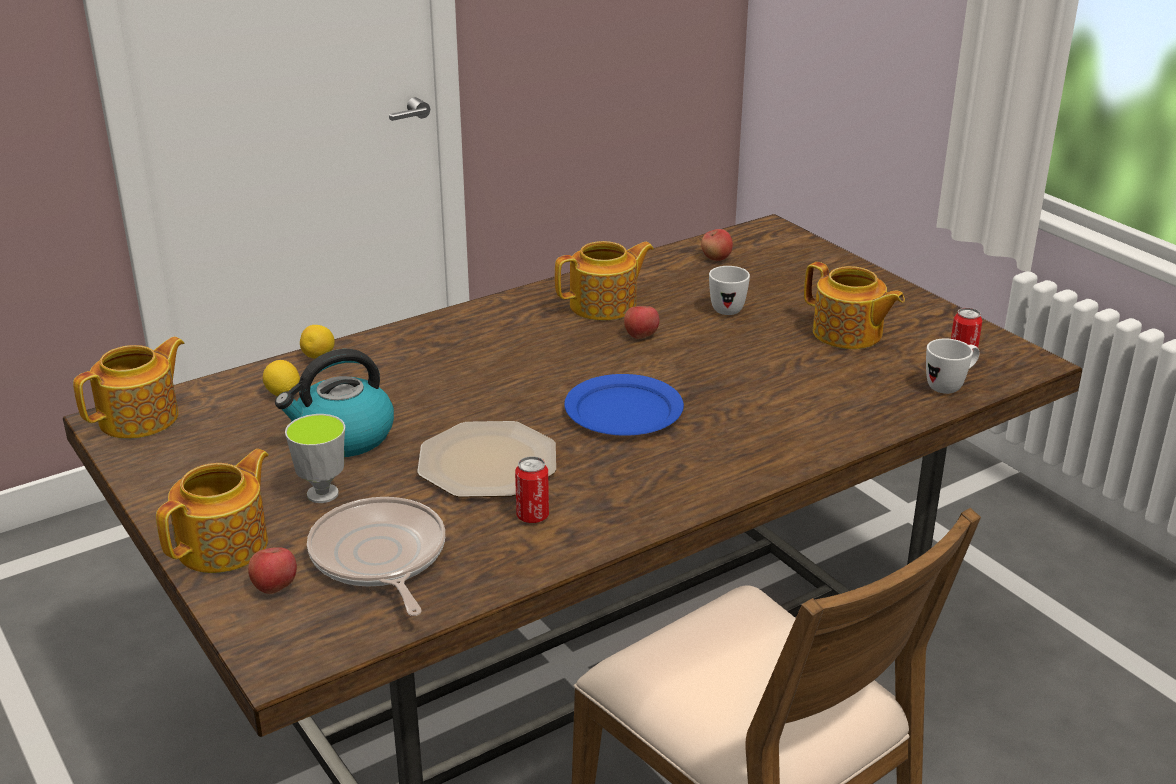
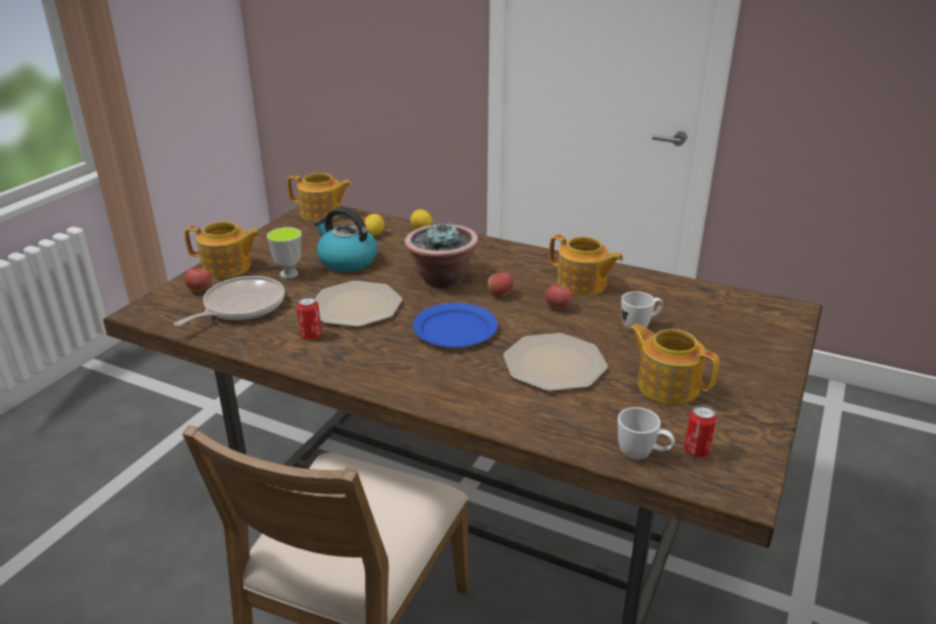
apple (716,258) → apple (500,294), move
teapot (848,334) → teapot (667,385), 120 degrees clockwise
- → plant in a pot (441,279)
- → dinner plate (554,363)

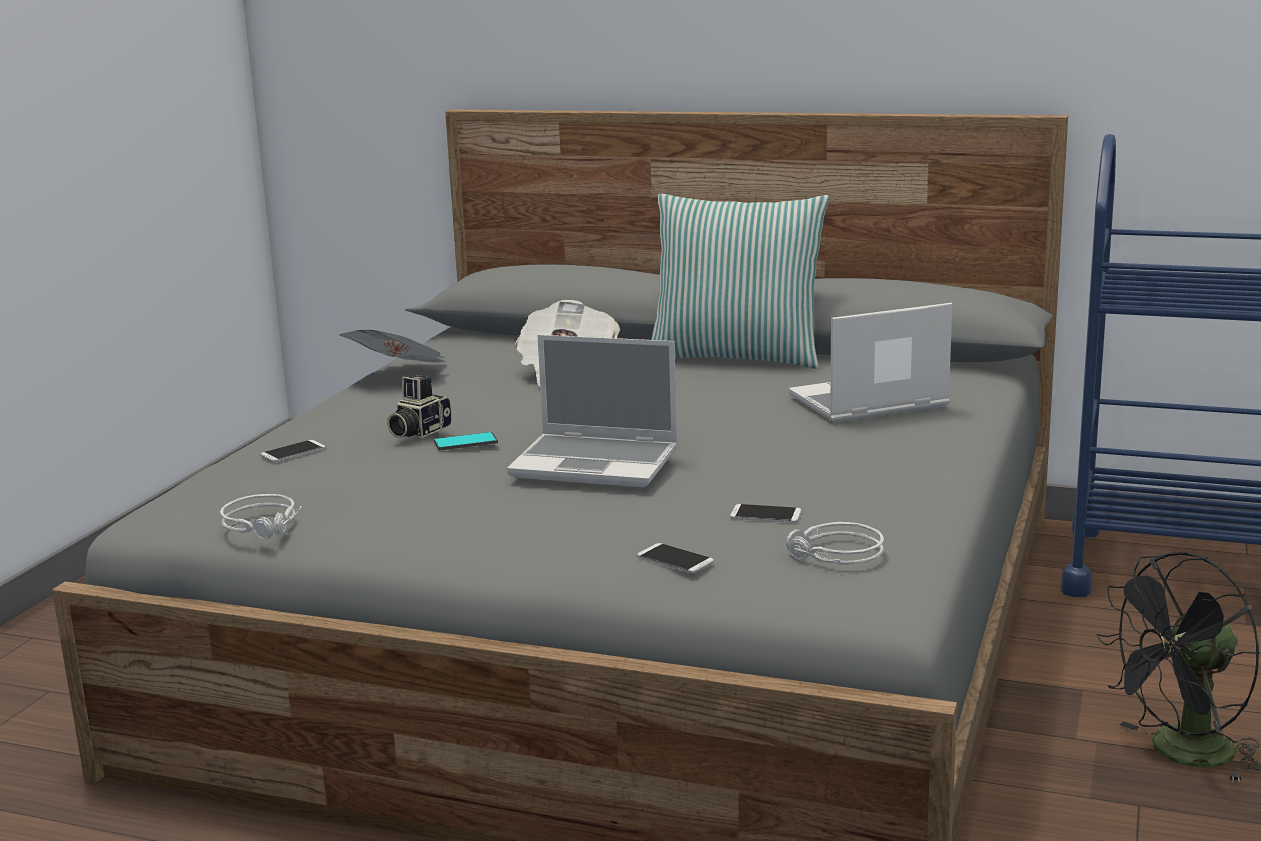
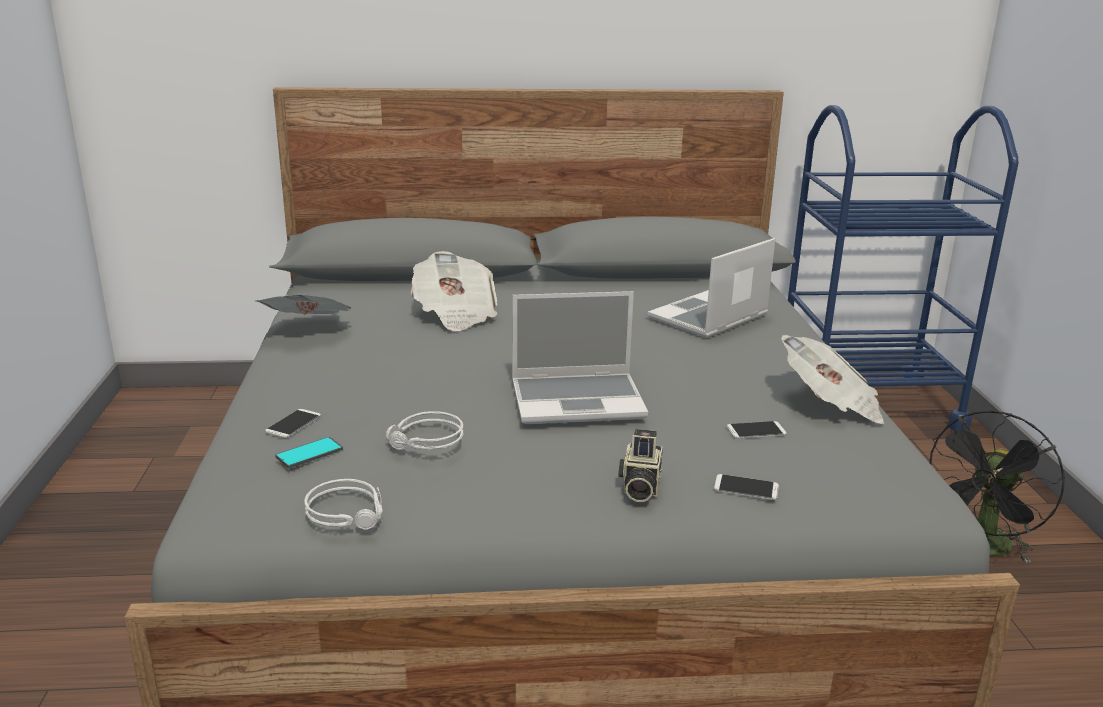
pillow (737,357) → -
still camera (418,432) → still camera (639,487), move
phone (465,442) → phone (309,453), move
grey headphones (835,555) → grey headphones (425,440), move
- → daily paper (831,405)

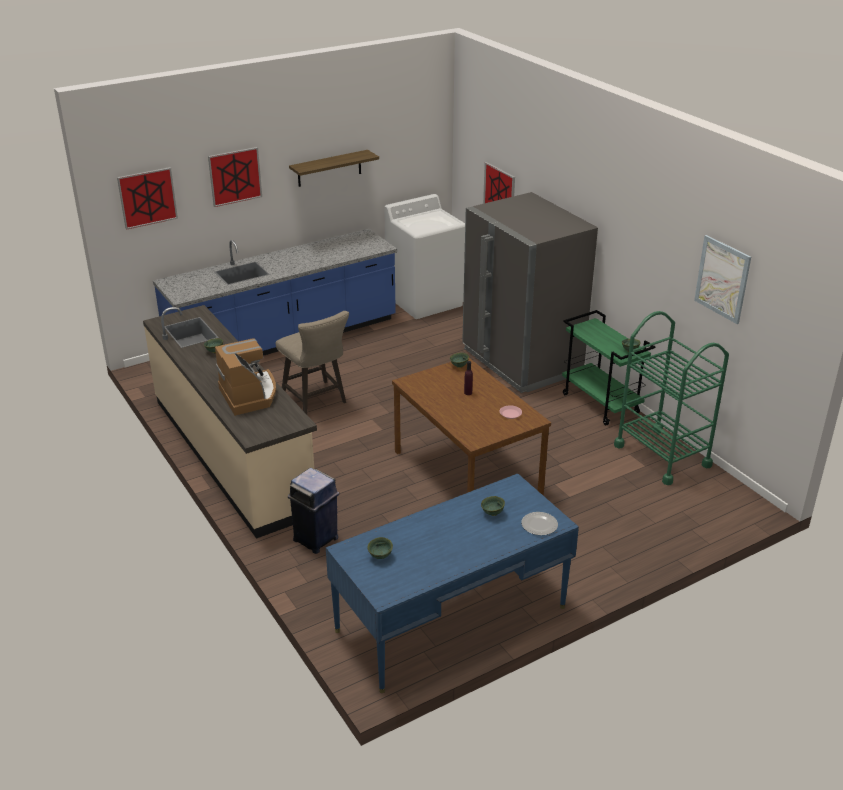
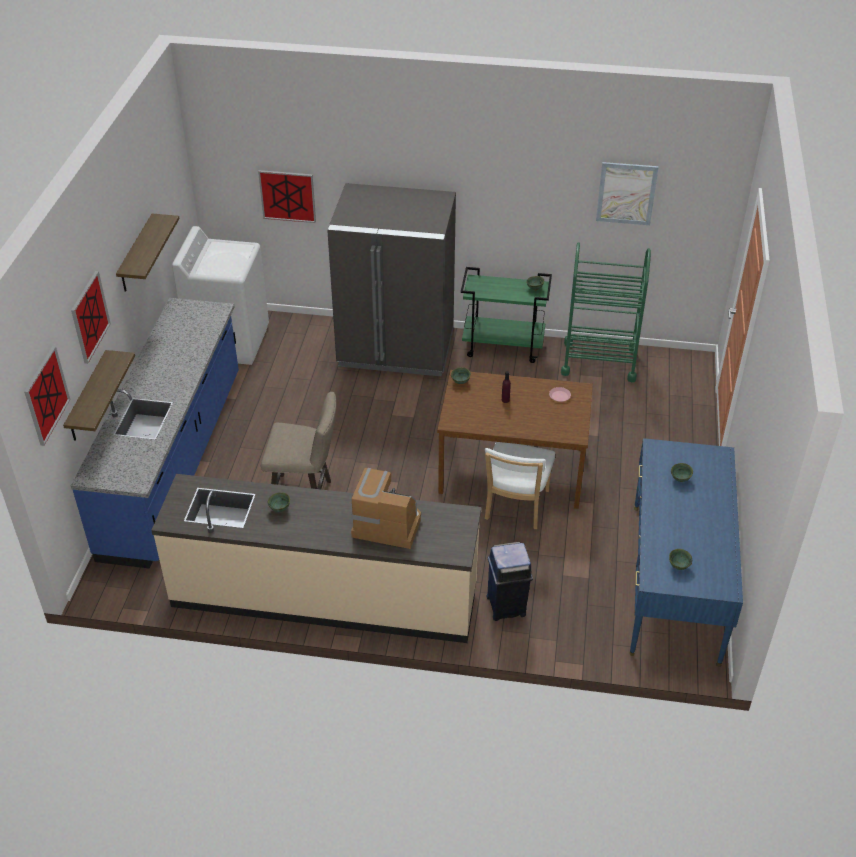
dinner plate (539,525) → -
- → shelf (88,397)
- → whitish upright chair (515,507)

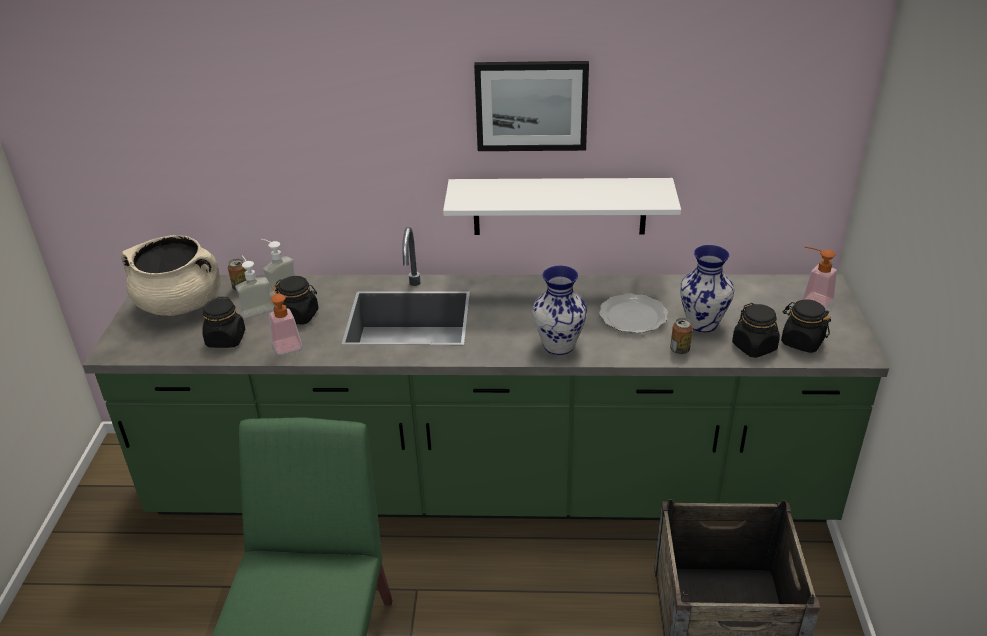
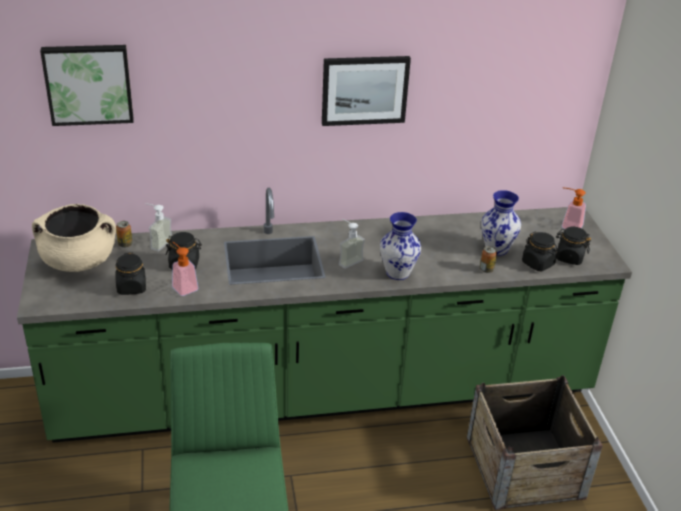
whitish shelf (559,206) → -
soap dispenser (255,307) → soap dispenser (347,260), move
dinner plate (632,317) → -
- → wall picture (88,83)

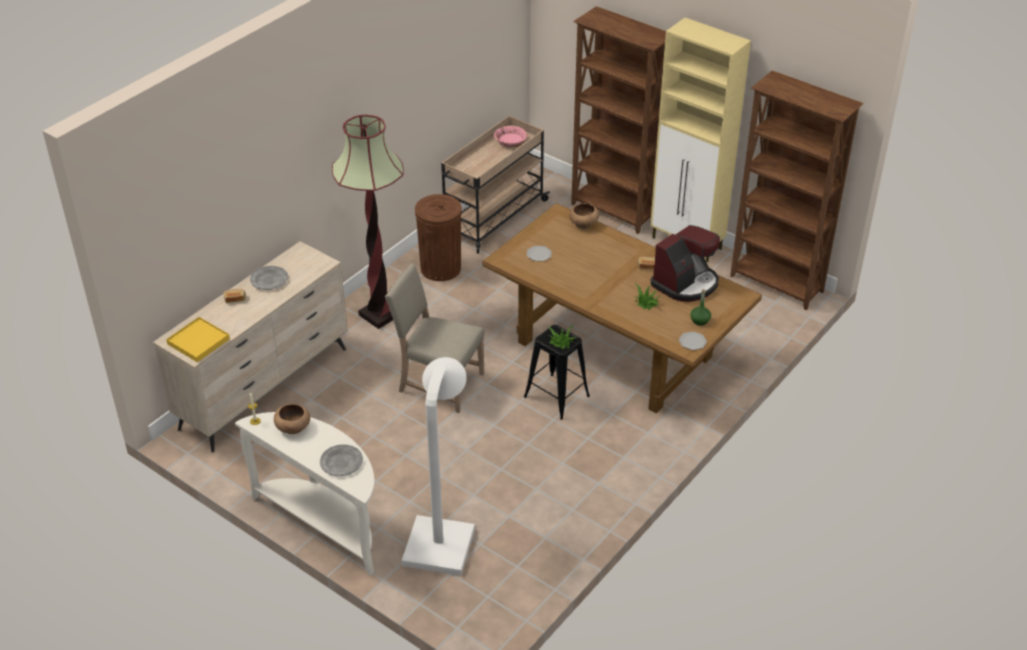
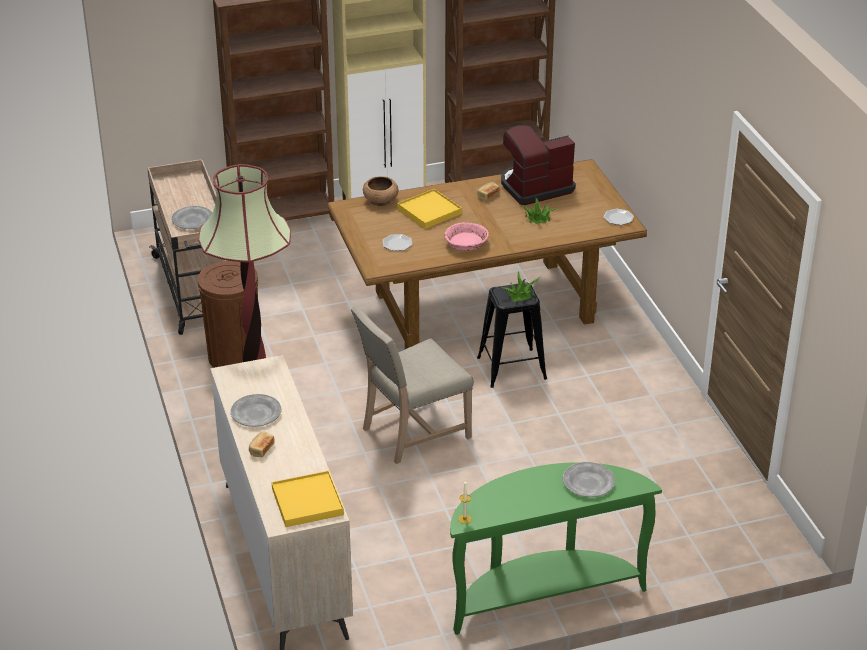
pink-coloured bowl (510,142) → pink-coloured bowl (466,244), move
coffee maker (686,283) → coffee maker (535,187), 105 degrees counterclockwise
green-coloured drink bottle (700,320) → -
whitish standard lamp (441,538) → -
brownish bowl (293,427) → -
whitish narrow table (325,523) → green-coloured narrow table (542,594)
- → yellowish tray (429,211)
- → grey dinner plate (193,220)

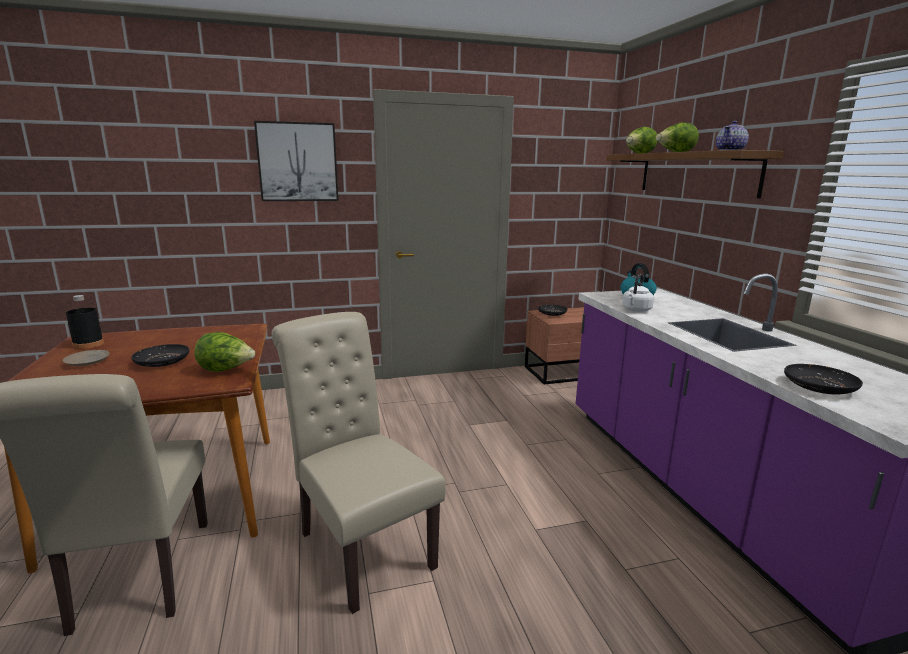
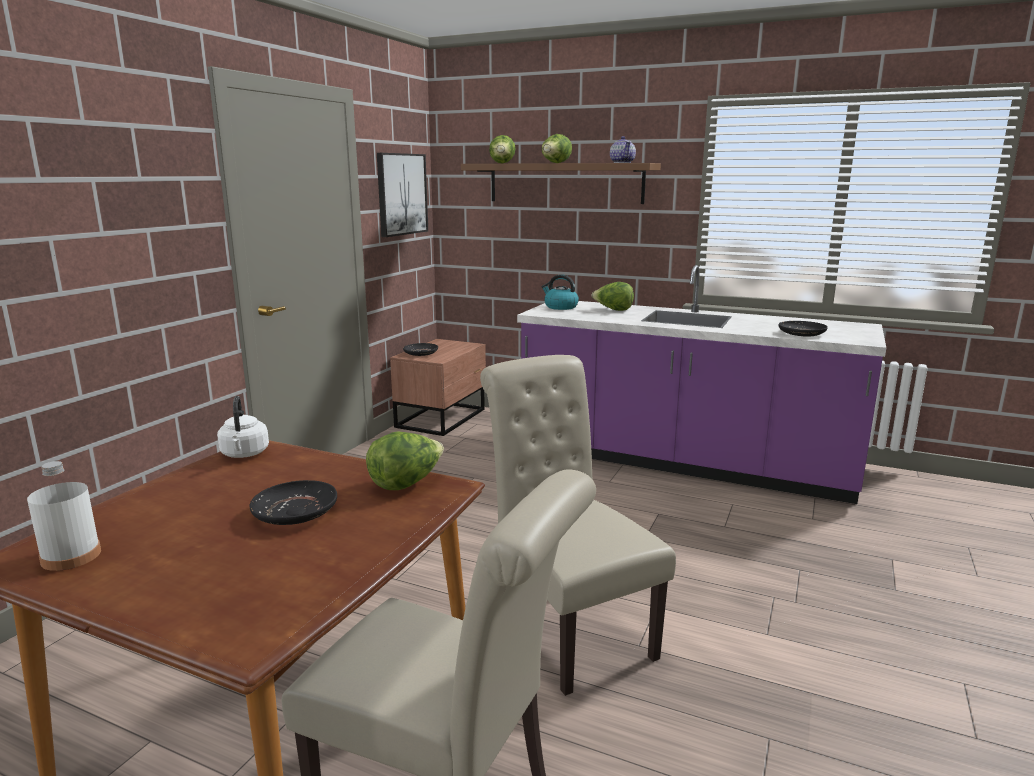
wall picture (298,162) → wall picture (401,194), move
whitish kettle (636,310) → whitish kettle (244,454), move
black-coloured drink bottle (88,344) → whitish drink bottle (71,556)
beige-coloured upright chair (360,545) → beige-coloured upright chair (566,626), 60 degrees clockwise
beige-coloured dinner plate (88,362) → -
- → lettuce head (613,310)

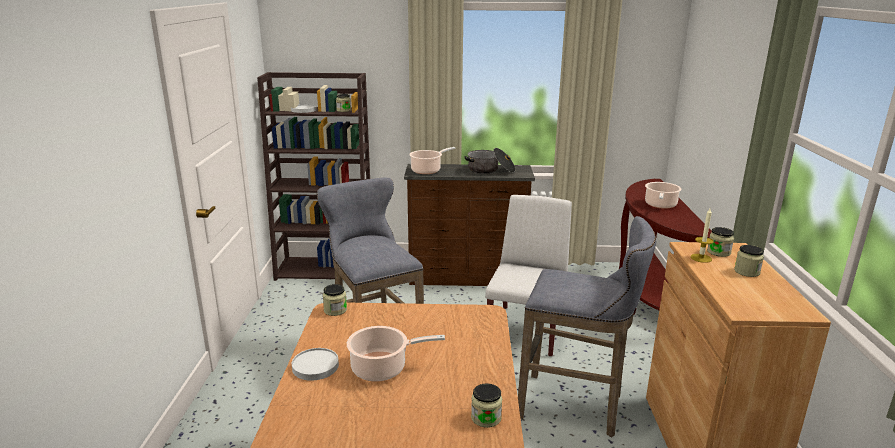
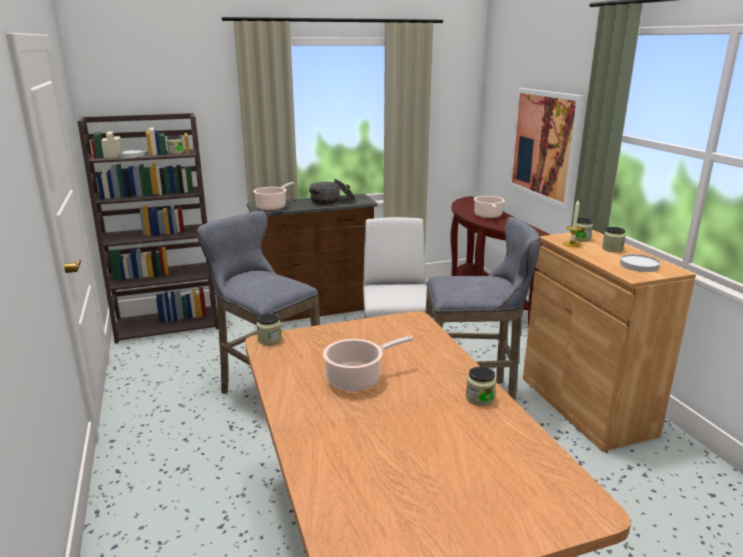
whitish dinner plate (315,366) → whitish dinner plate (639,265), move
- → wall picture (544,145)

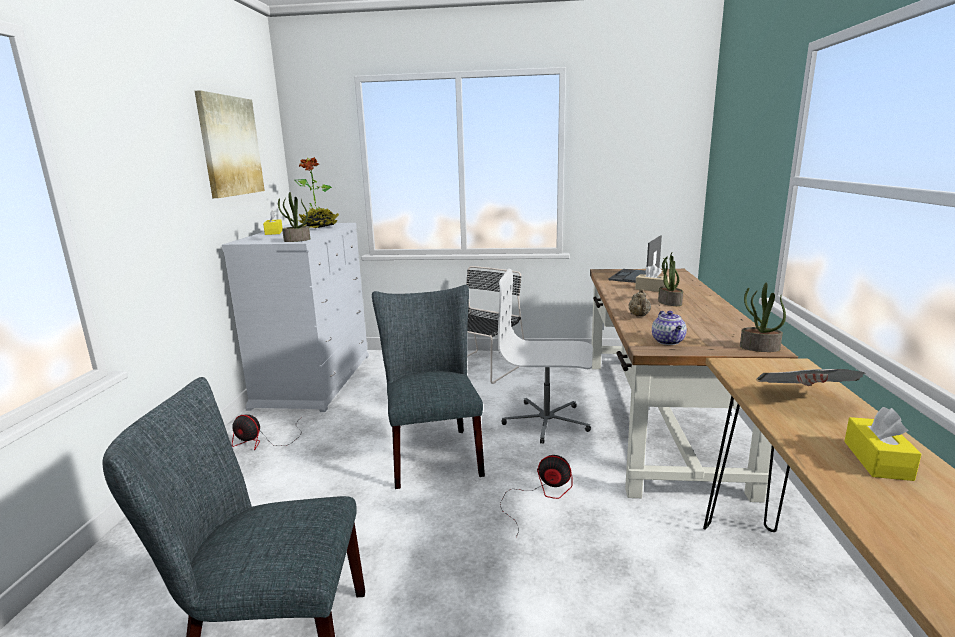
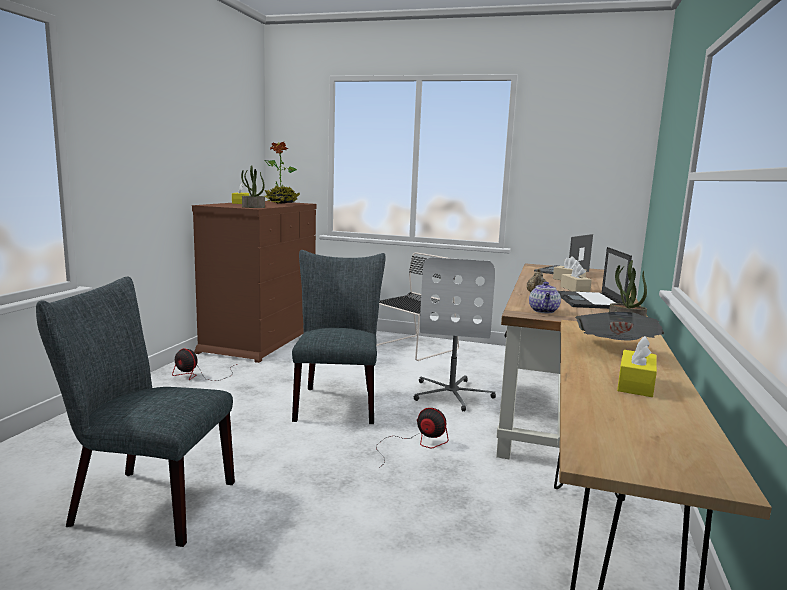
wall picture (230,146) → -
whitish dresser (314,380) → brownish dresser (260,339)
plant in a pot (669,302) → beige-coloured tissue box (575,289)
whitish desk chair (546,421) → whitish desk chair (452,394), 105 degrees counterclockwise
- → notebook computer (589,301)

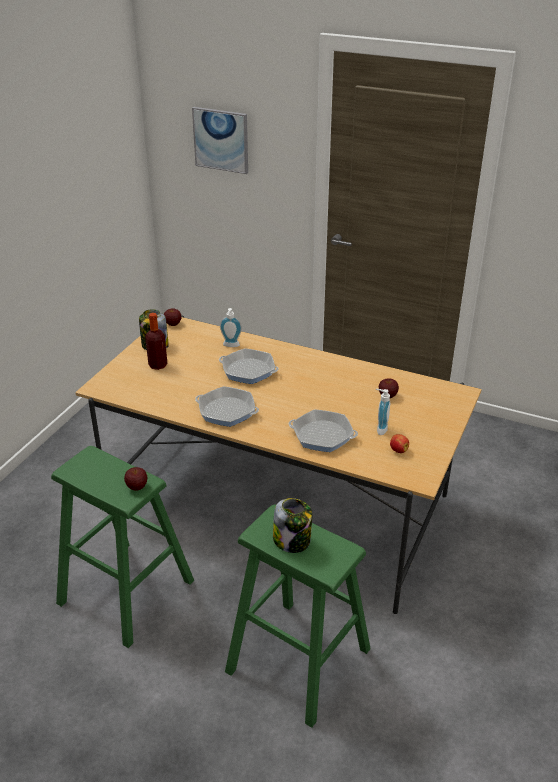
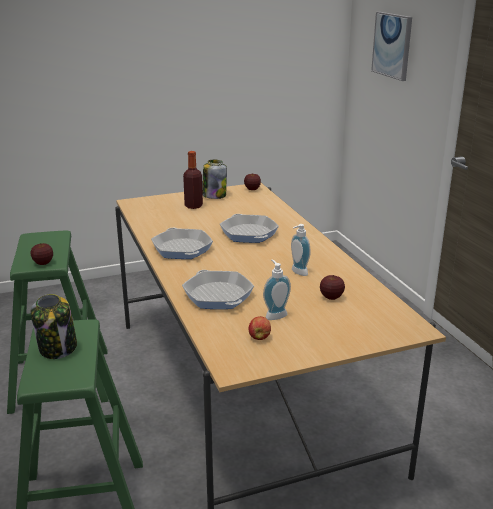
soap dispenser (231,346) → soap dispenser (297,272), move

